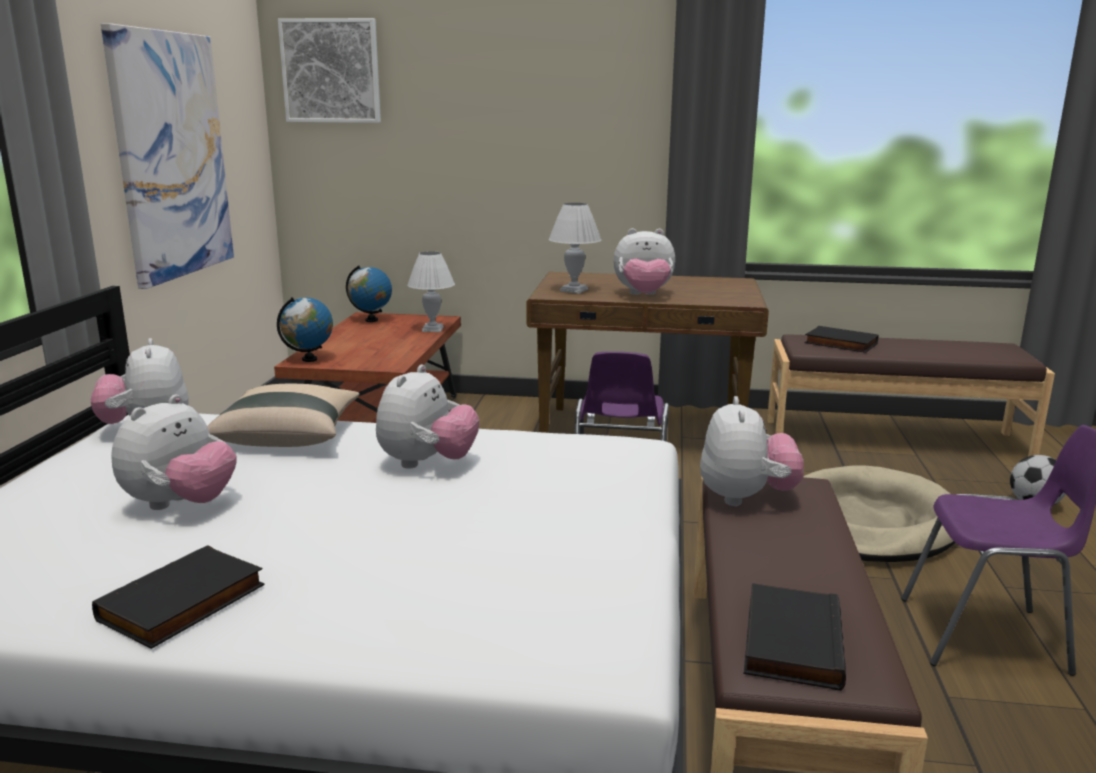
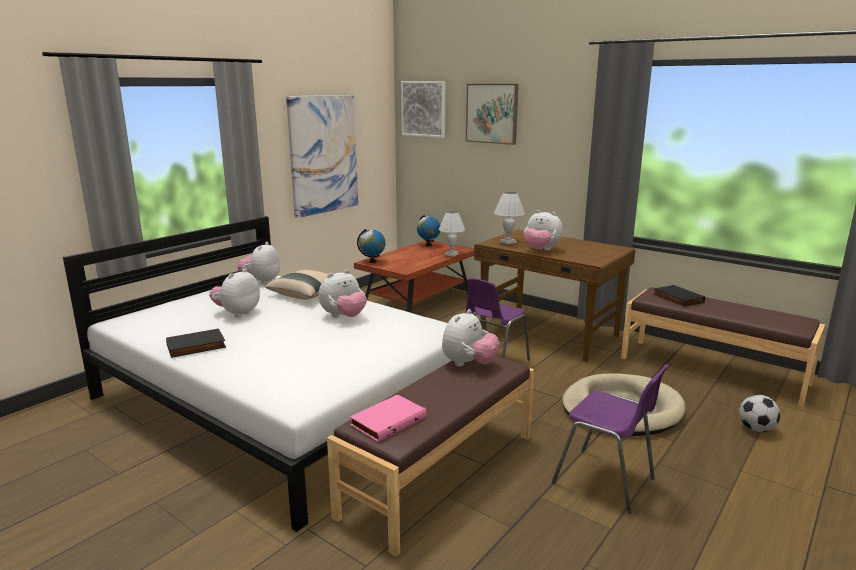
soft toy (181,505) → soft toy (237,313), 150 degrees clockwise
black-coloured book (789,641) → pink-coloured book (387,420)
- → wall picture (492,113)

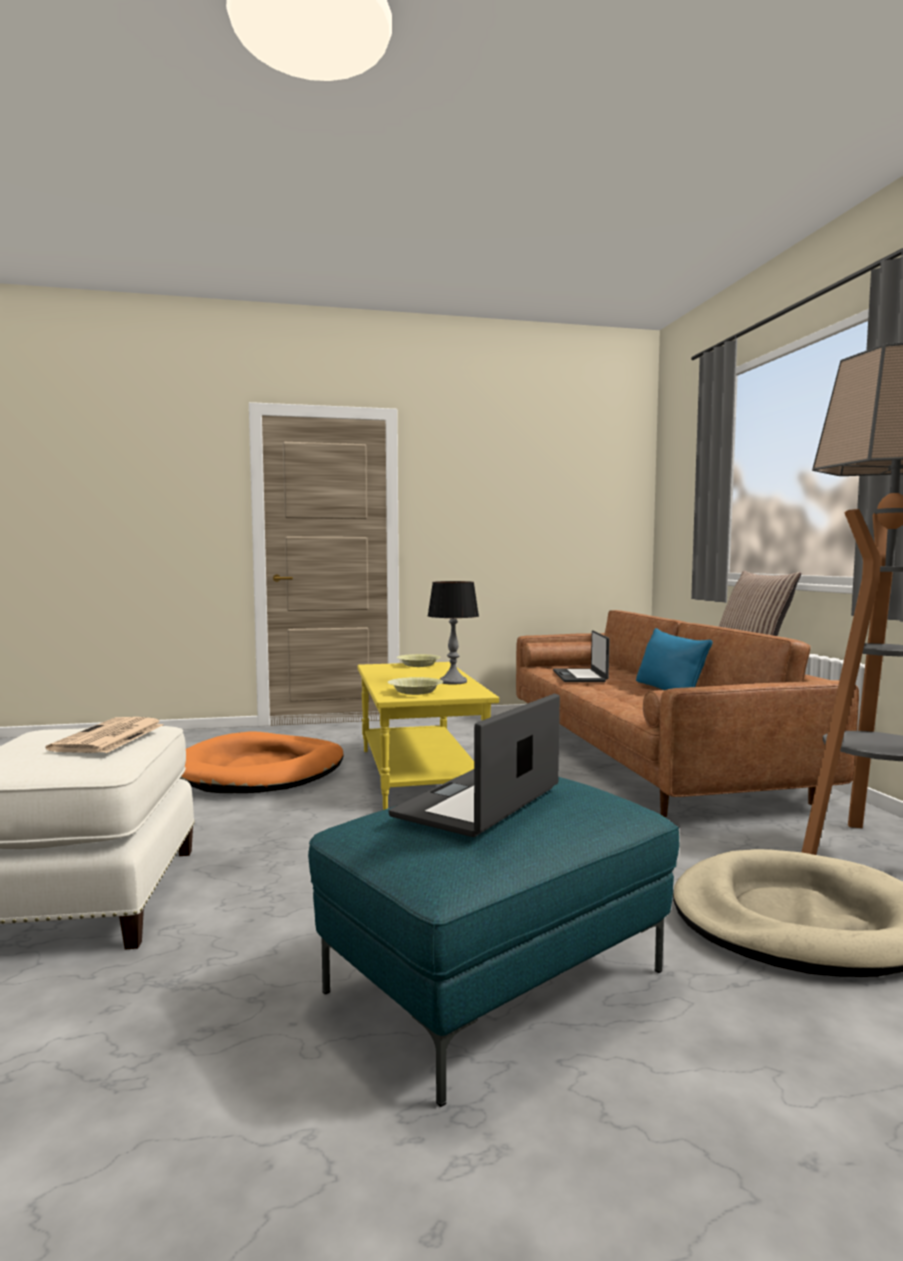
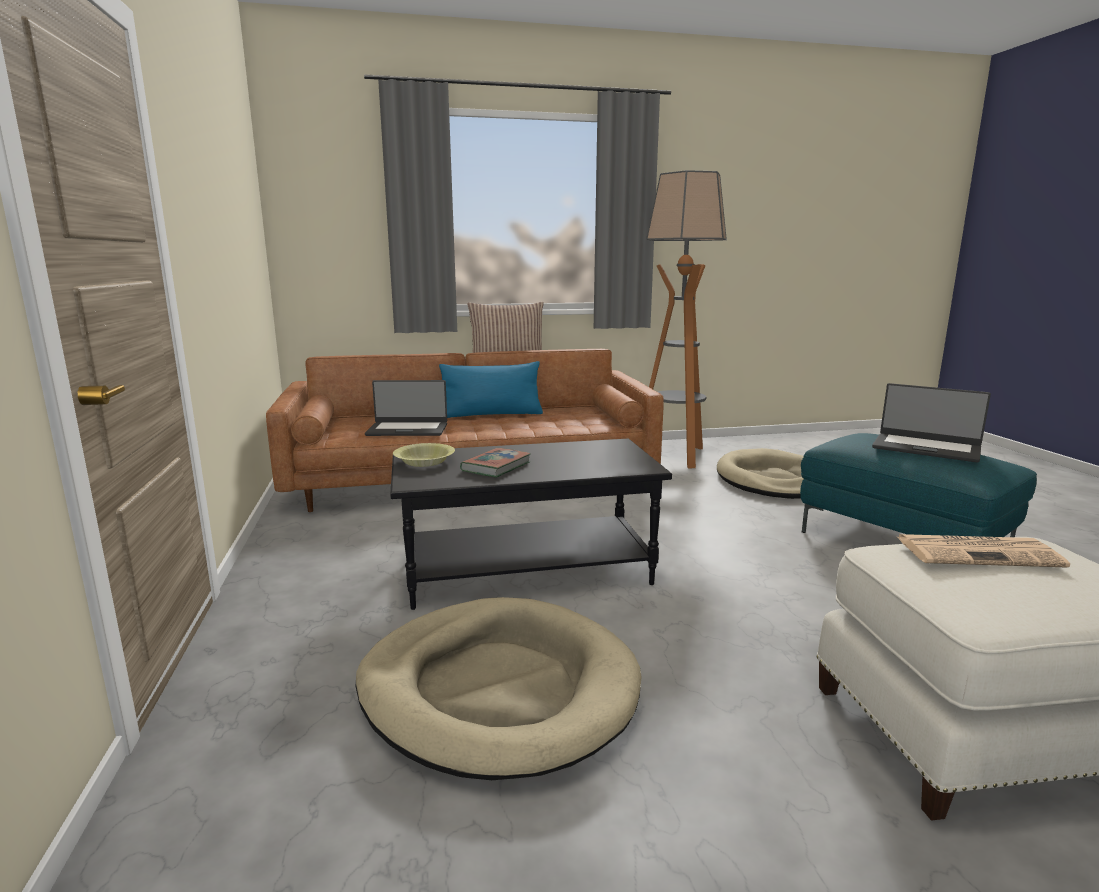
lamp for a table (453,682) → -
yellowish low table (420,775) → black-coloured low table (527,570)
yellowish bowl (415,692) → -
orangey dog bed (260,771) → beige-coloured dog bed (498,690)
- → book (496,467)

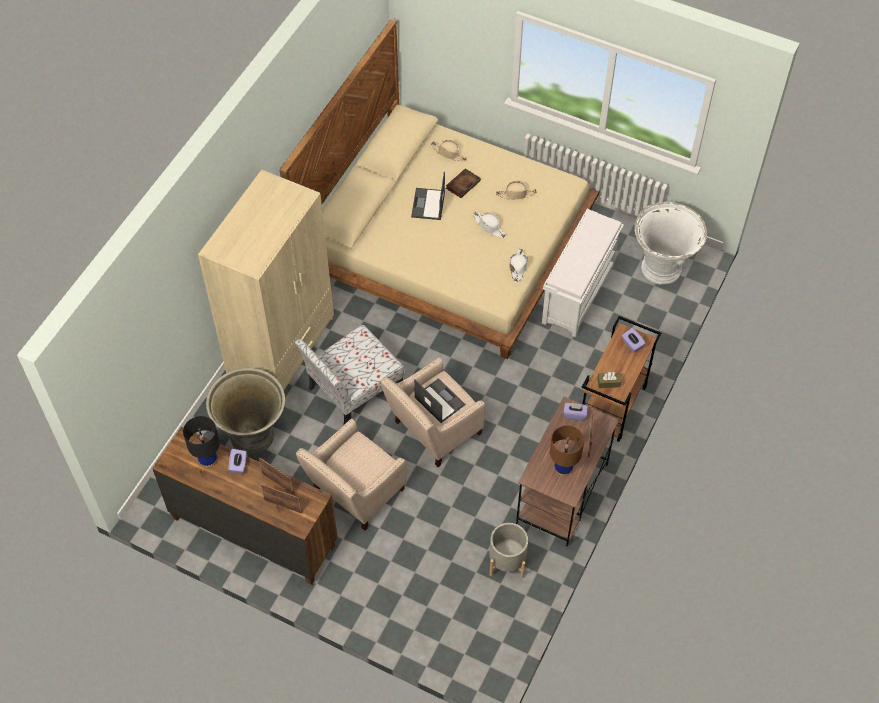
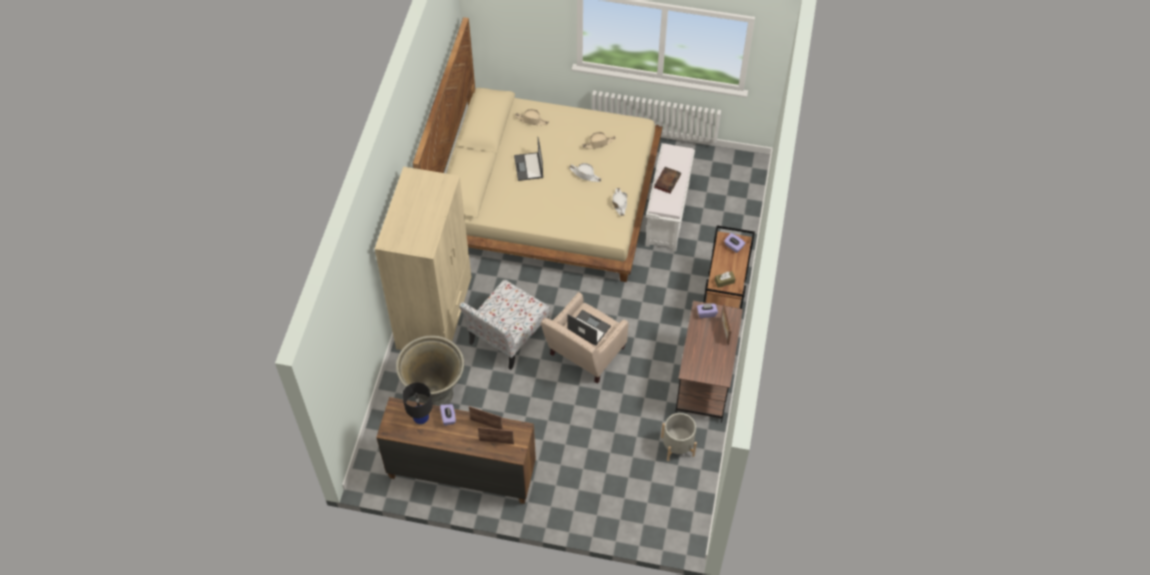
book (463,184) → book (667,180), move
whitish flower pot (662,268) → -
beige-coloured easy chair (354,493) → -
brownish lamp for a table (563,469) → -

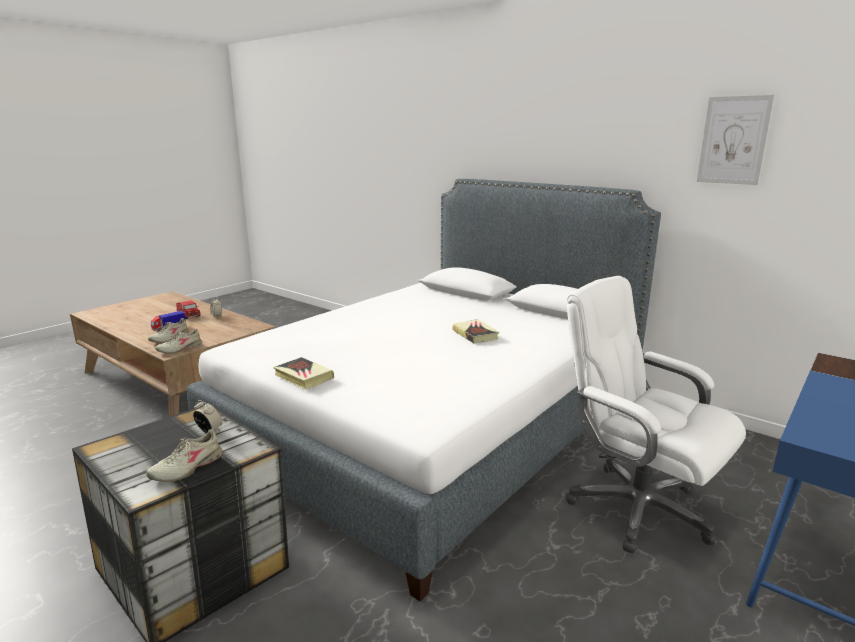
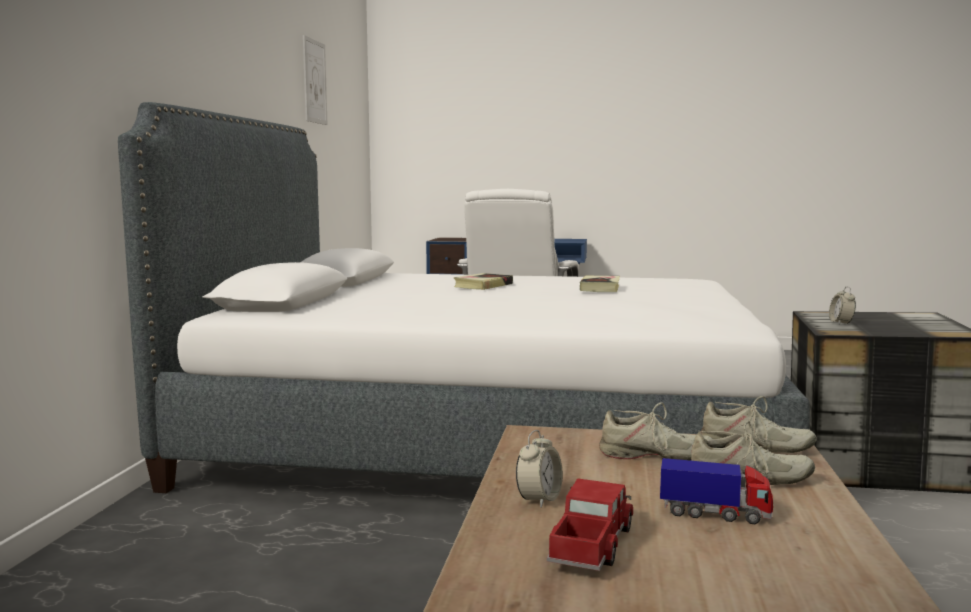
book (303,377) → book (600,288), move
beige-coloured shoe (187,467) → beige-coloured shoe (654,456), move

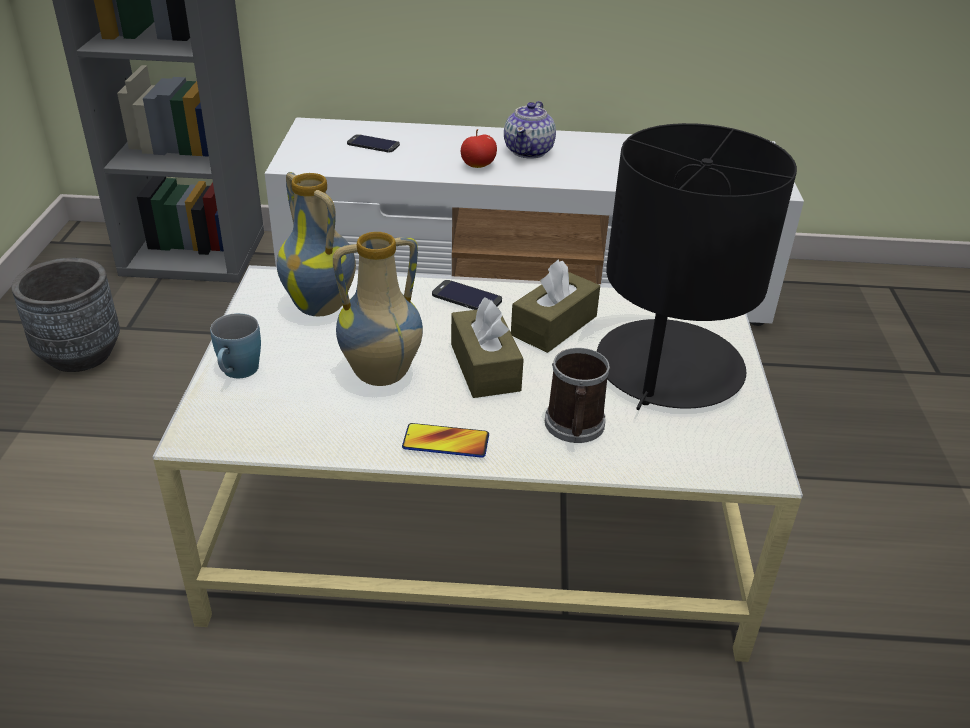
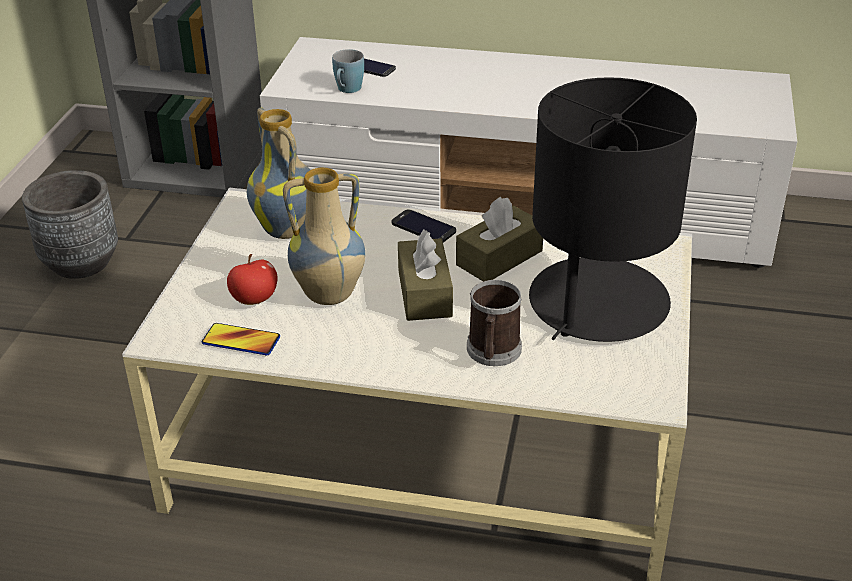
teapot (529,151) → -
apple (478,166) → apple (254,299), move
blue tea mug (237,373) → blue tea mug (347,90), move
phone (446,442) → phone (241,340), move

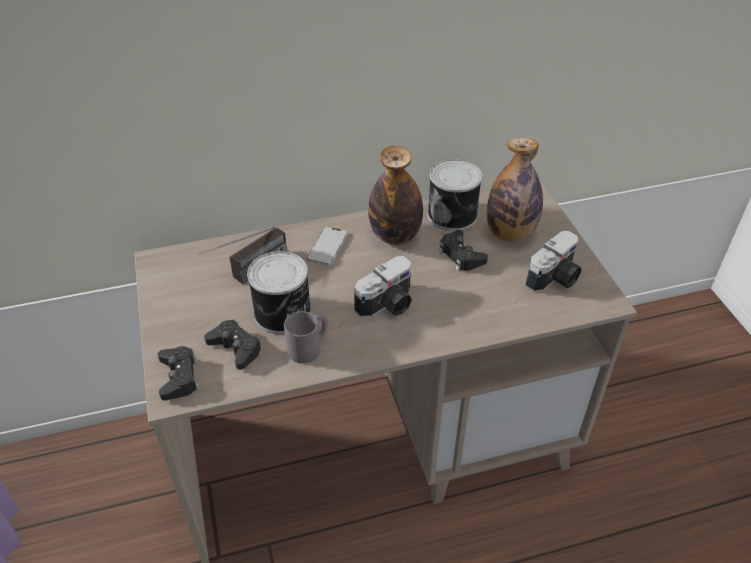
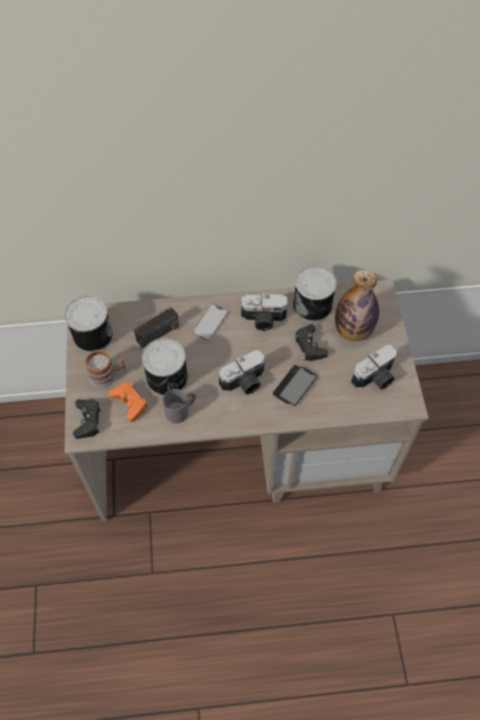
drink bottle (395,236) → still camera (263,320)
black-coloured joypad (235,348) → orangey joypad (130,403)
- → metal can (92,335)
- → tea mug (108,375)
- → phone (294,386)

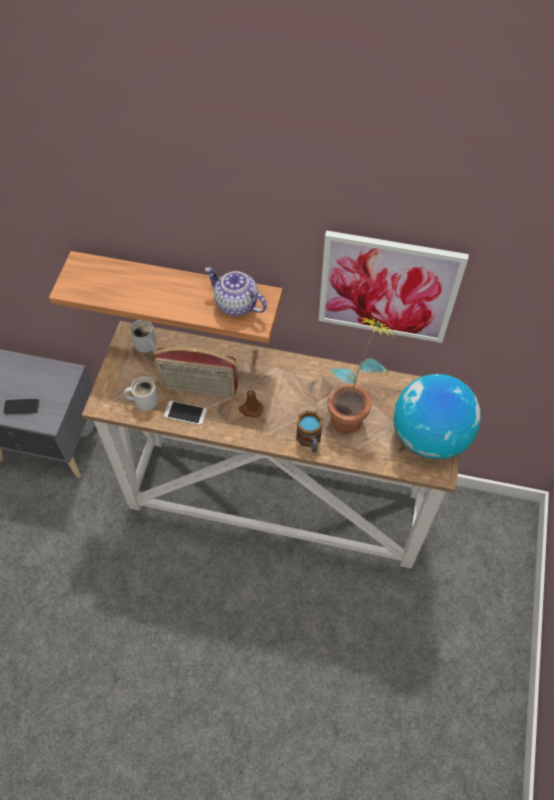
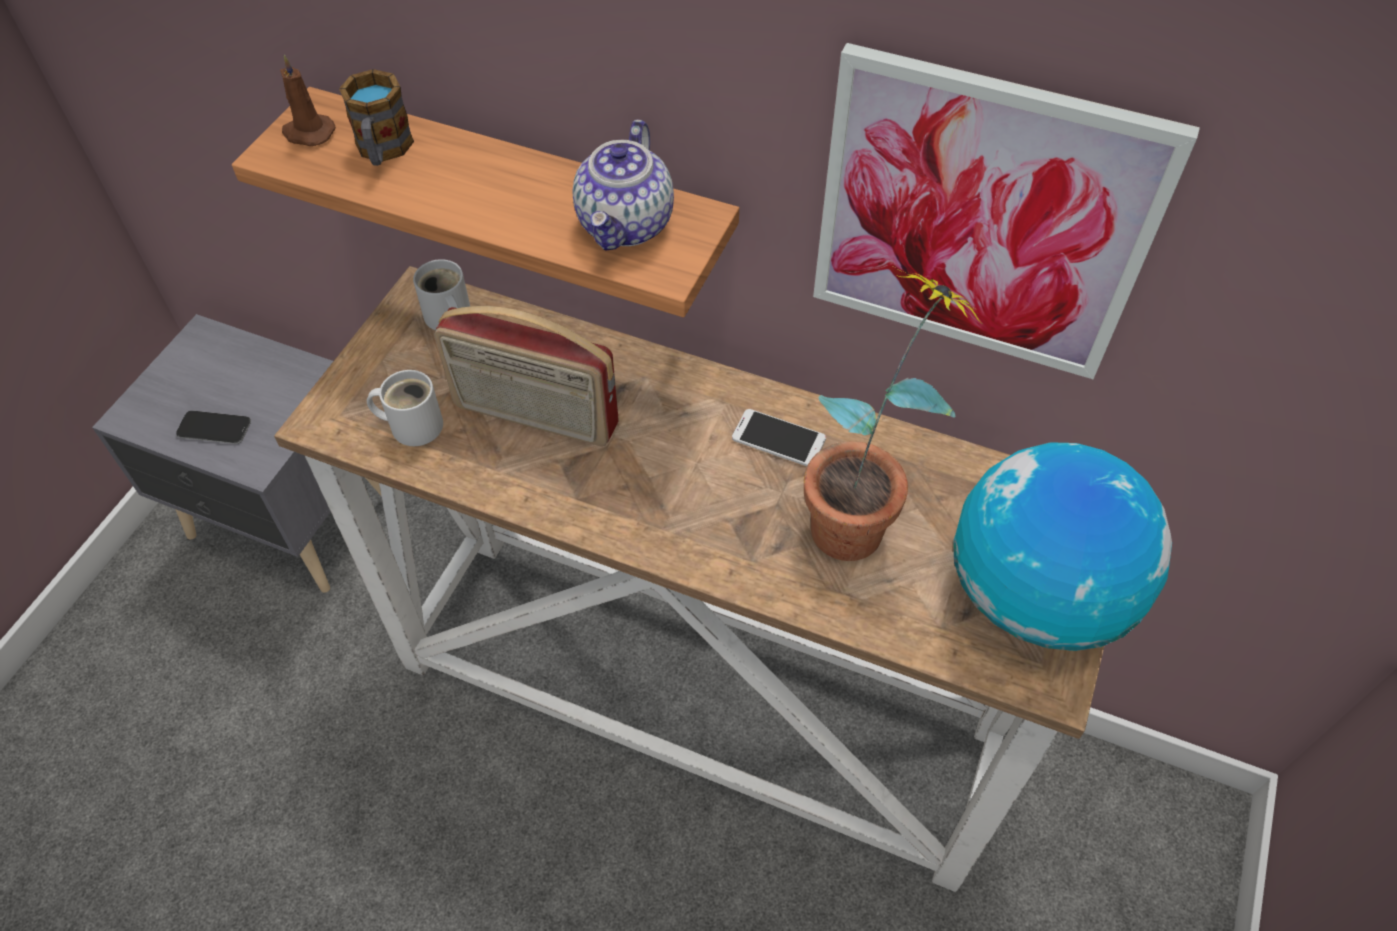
teapot (235,304) → teapot (626,225), 120 degrees counterclockwise
brownish wax light (250,409) → brownish wax light (308,133), move
phone (185,413) → phone (778,438), move
tea mug (310,441) → tea mug (383,151), move

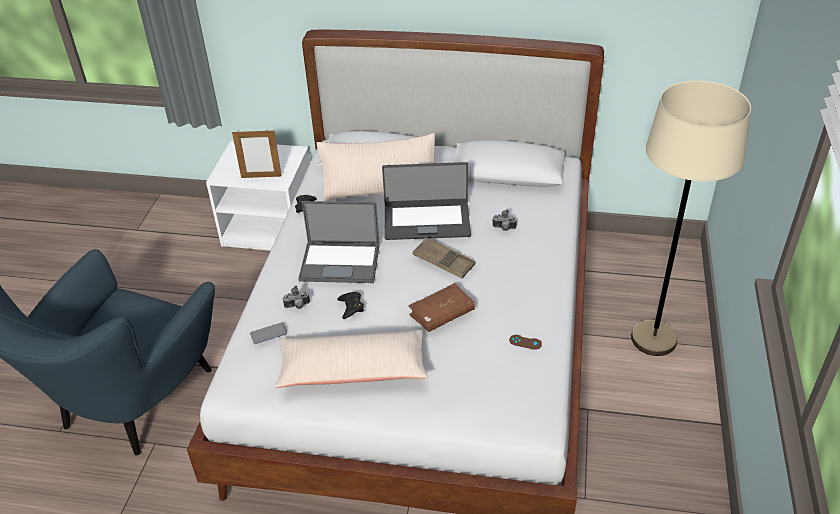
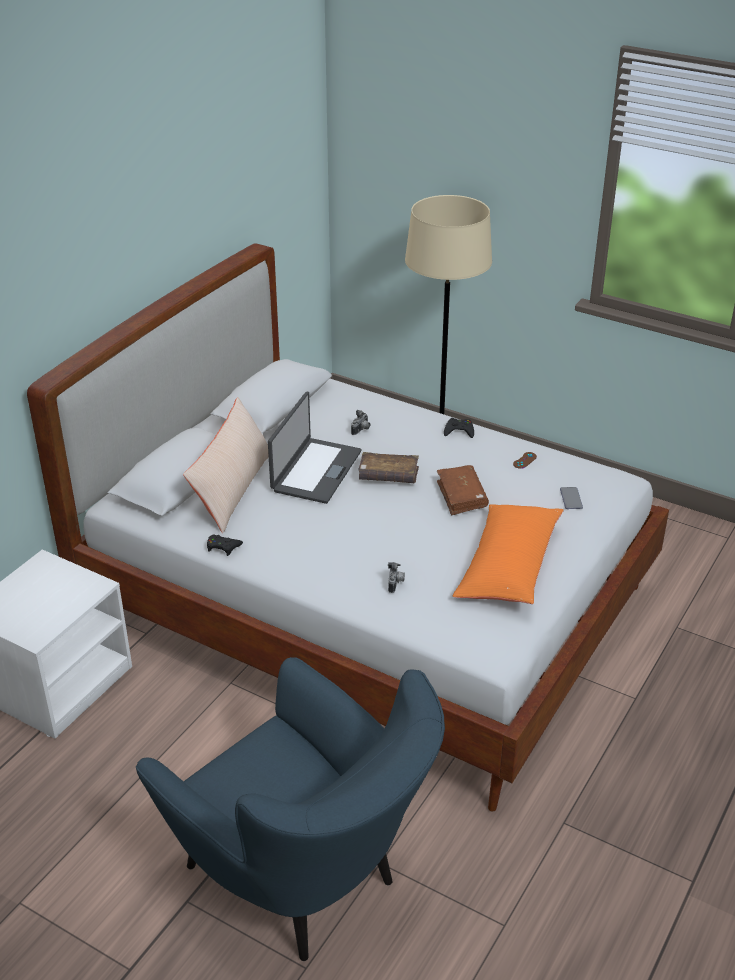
photo frame (261,177) → -
notebook computer (341,262) → -
brownish tray (444,261) → brownish book (388,475)
black-coloured joypad (351,307) → black-coloured joypad (459,431), move
phone (268,334) → phone (571,499), move
beige-coloured pillow (353,369) → orangey pillow (508,566)

